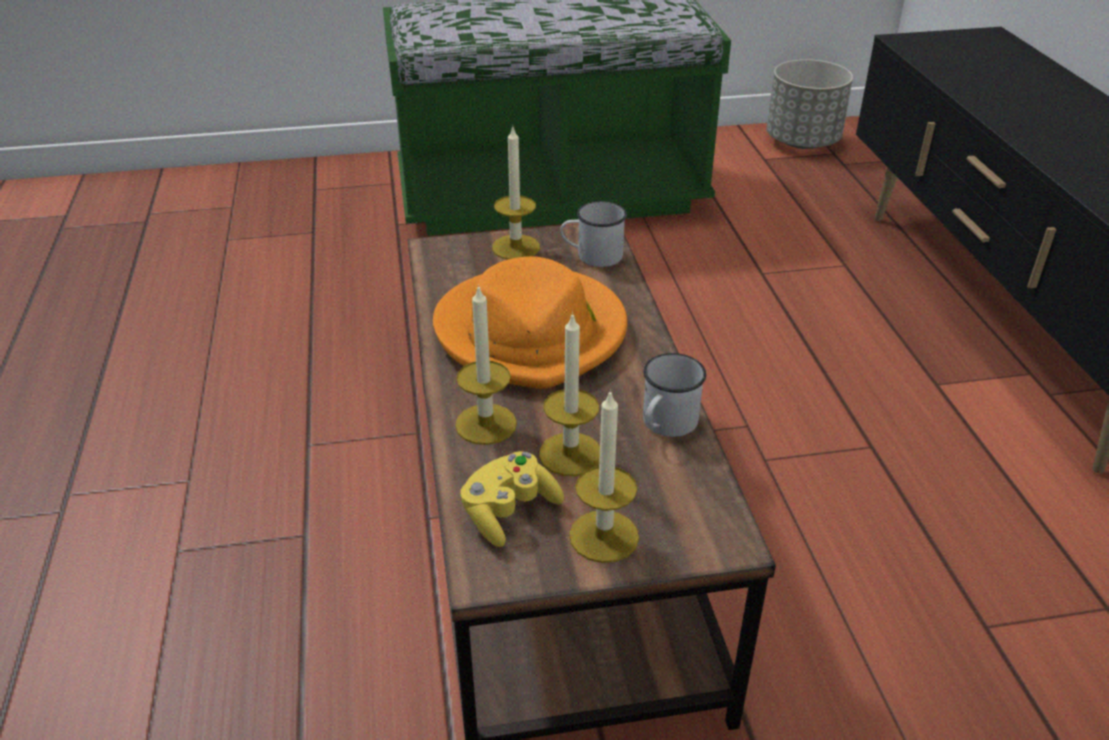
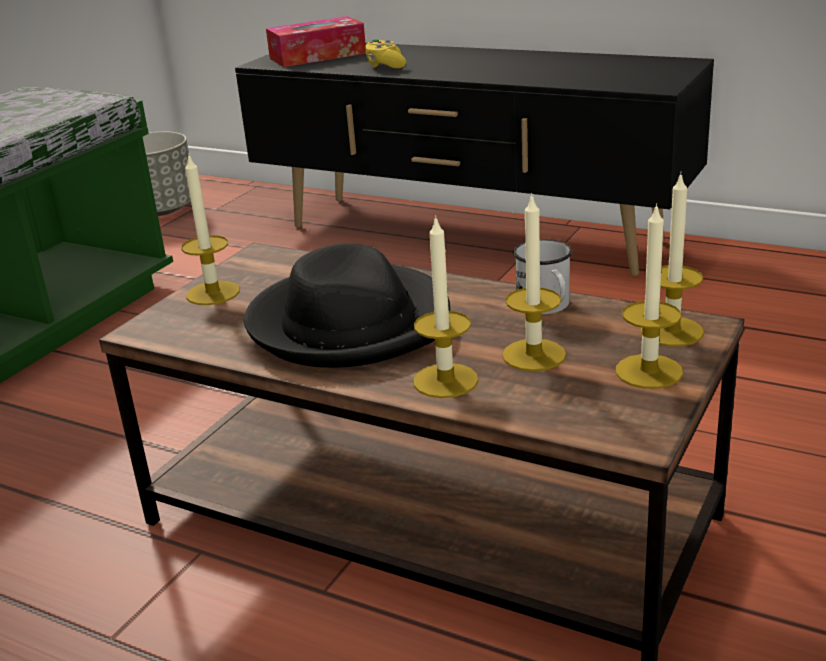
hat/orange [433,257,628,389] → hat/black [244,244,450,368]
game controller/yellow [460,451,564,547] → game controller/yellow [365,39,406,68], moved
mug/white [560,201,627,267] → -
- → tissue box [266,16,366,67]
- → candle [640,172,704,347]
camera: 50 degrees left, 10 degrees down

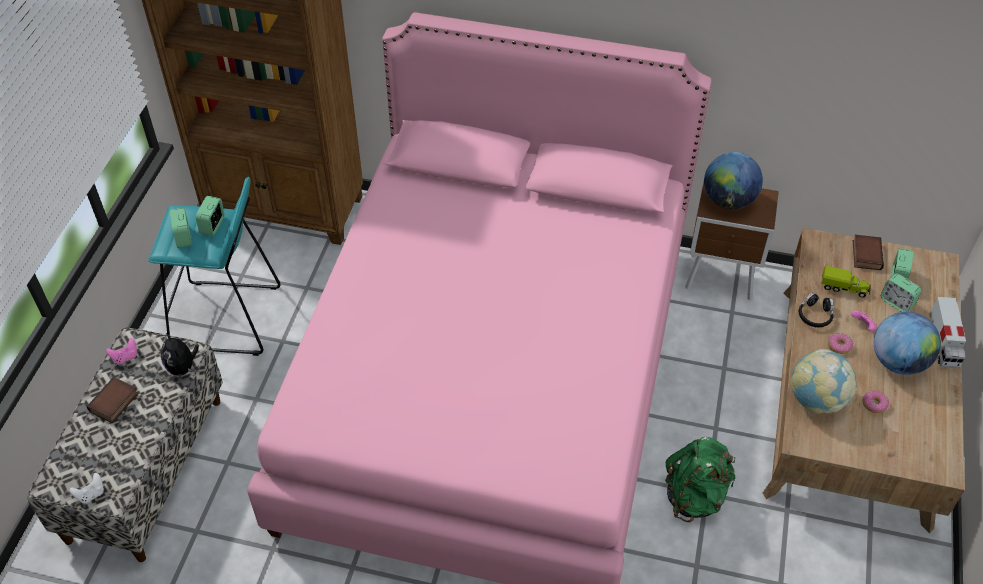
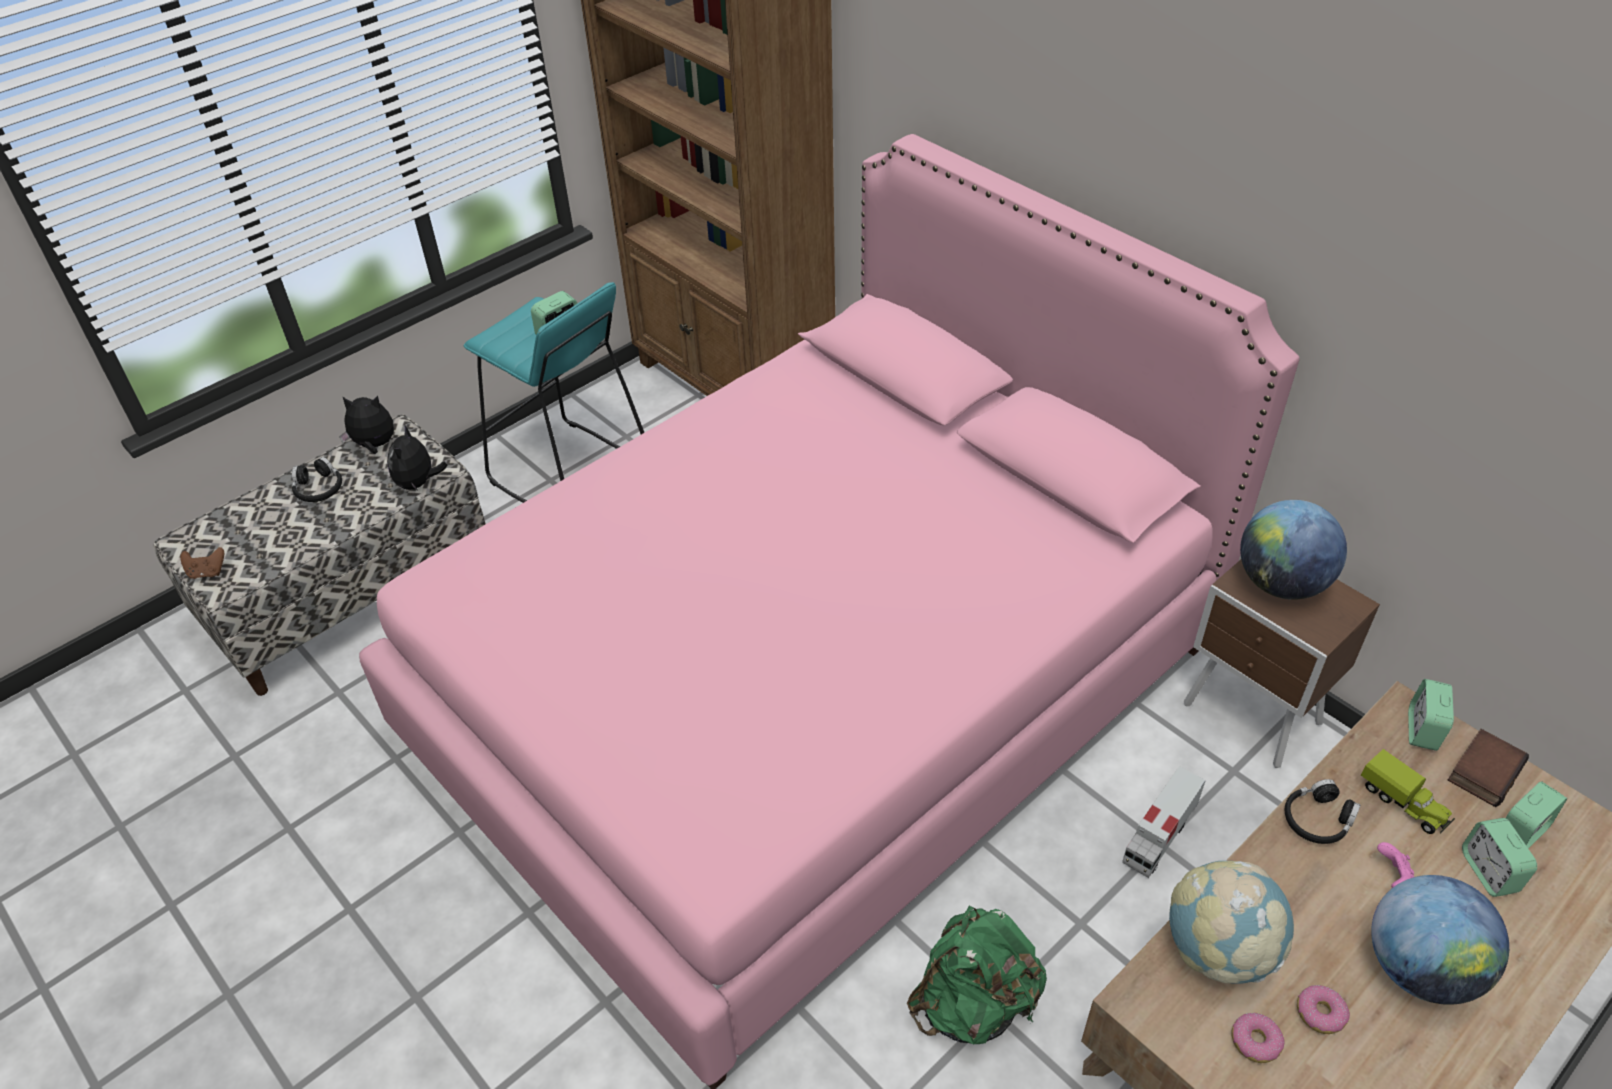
game controller/white [70,473,104,504] → game controller/brown [180,547,224,579]
book [87,377,138,423] → headphones/black [292,457,342,502]
game controller/pink [106,338,137,364] → plush toy [339,396,394,454]
alarm clock [170,208,192,248] → alarm clock [1408,679,1454,751], moved
donut [828,333,853,354] → donut [1232,1013,1285,1063], moved
toy truck [929,297,966,368] → toy truck [1122,766,1206,878], moved
camera: 35 degrees right, 5 degrees down

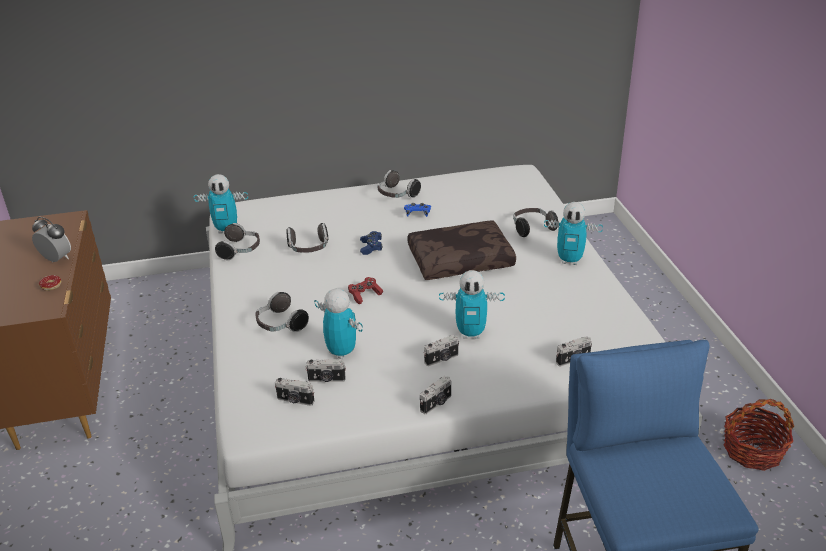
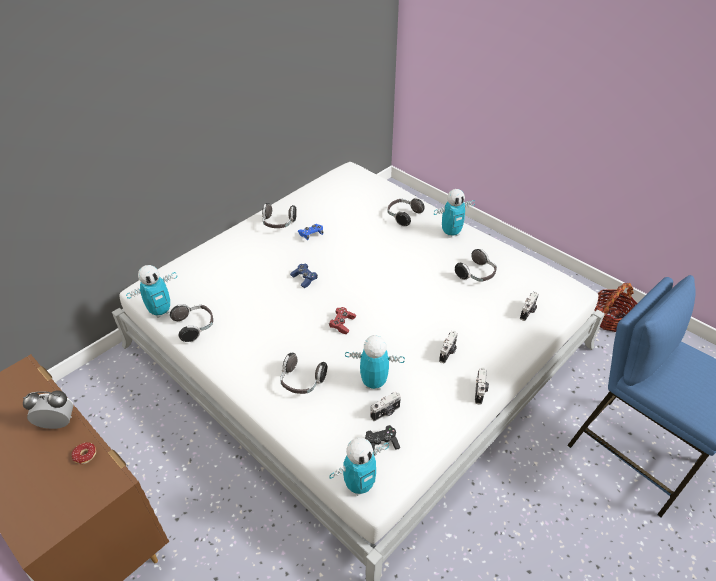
photo camera [275,378,315,406] → game controller/black [365,425,400,456]
headphones [286,223,328,253] → headphones [455,249,497,282], moved
pillow/brown [407,221,516,280] → -
toy robot [439,270,505,339] → toy robot [329,437,389,496], moved
camera: 35 degrees left, 10 degrees up

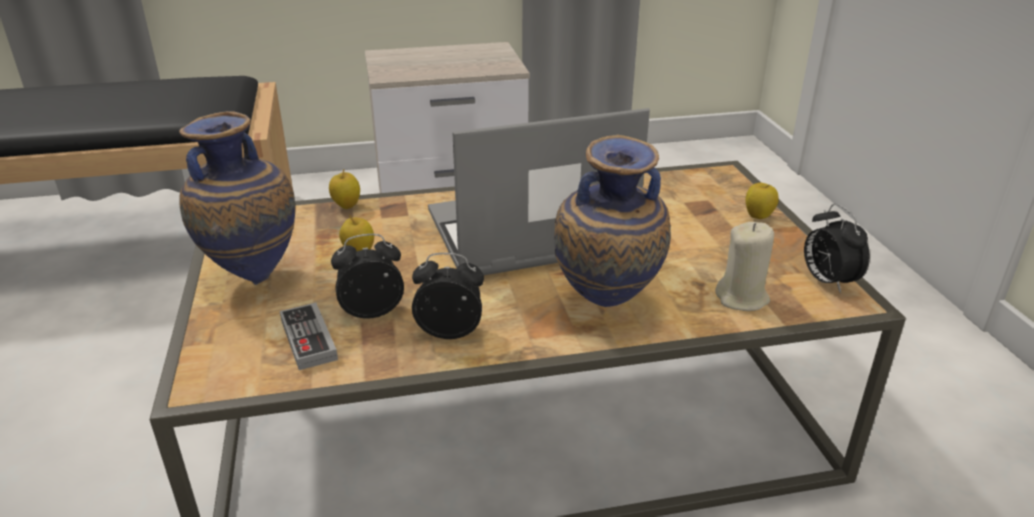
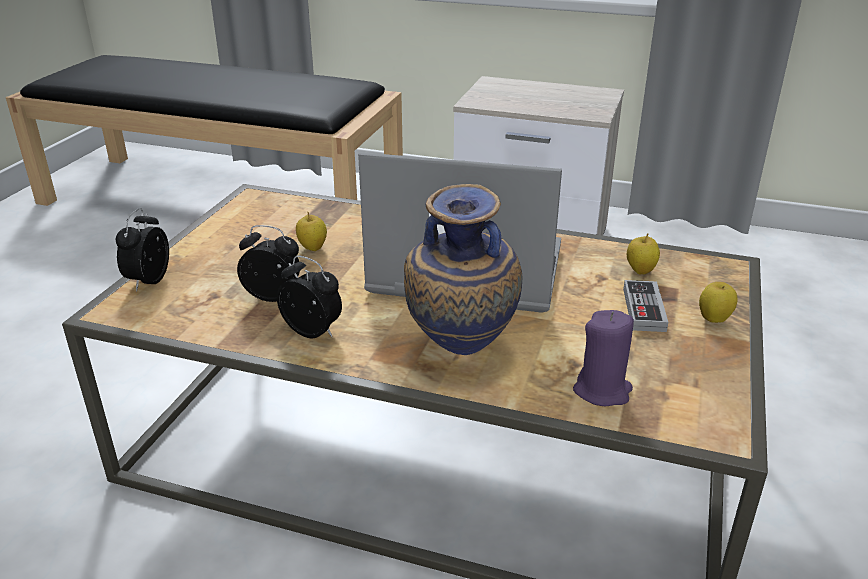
vase [179,111,295,285] → -
game controller [280,303,338,370] → game controller [623,280,668,332], moved
apple [329,169,360,209] → apple [627,233,660,274], moved
candle/beige [715,222,774,311] → candle/purple [573,310,634,407]
alarm clock [804,204,870,294] → alarm clock [115,208,169,291], moved
camera: 30 degrees right, 0 degrees up

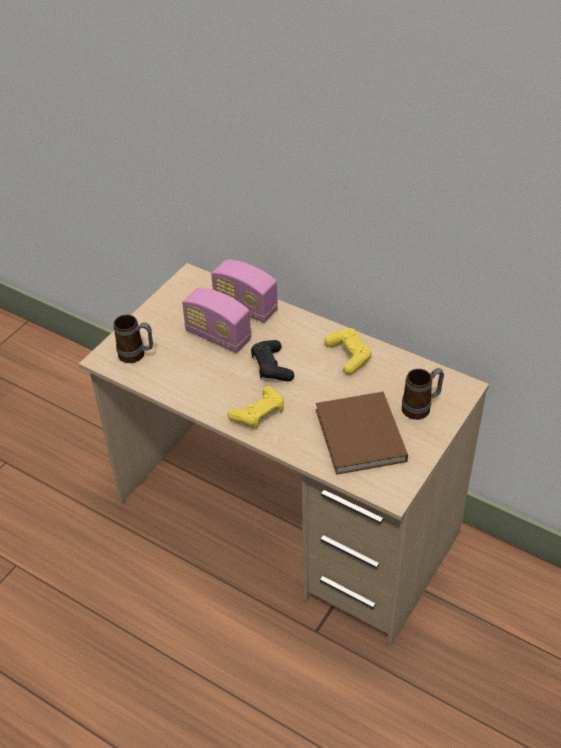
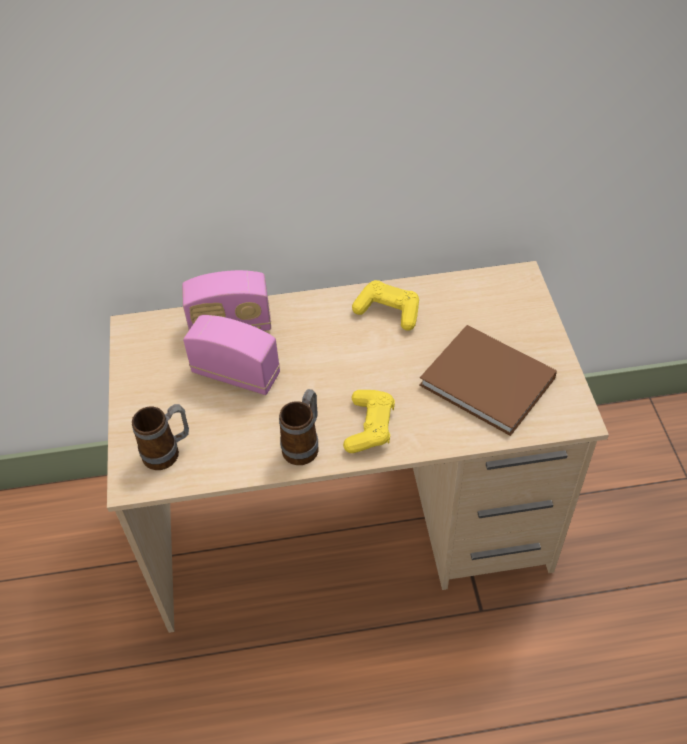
radio [182,287,251,353] → radio [183,315,280,395], 150 degrees counterclockwise
game controller/black [251,340,294,382] → -
mug [402,368,444,420] → mug [279,389,318,465], moved
camera: 40 degrees left, 5 degrees up

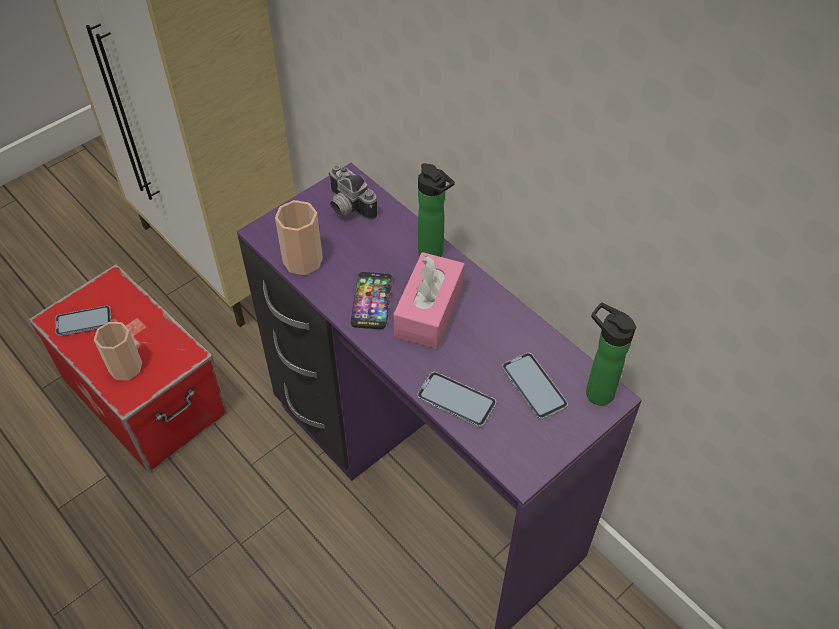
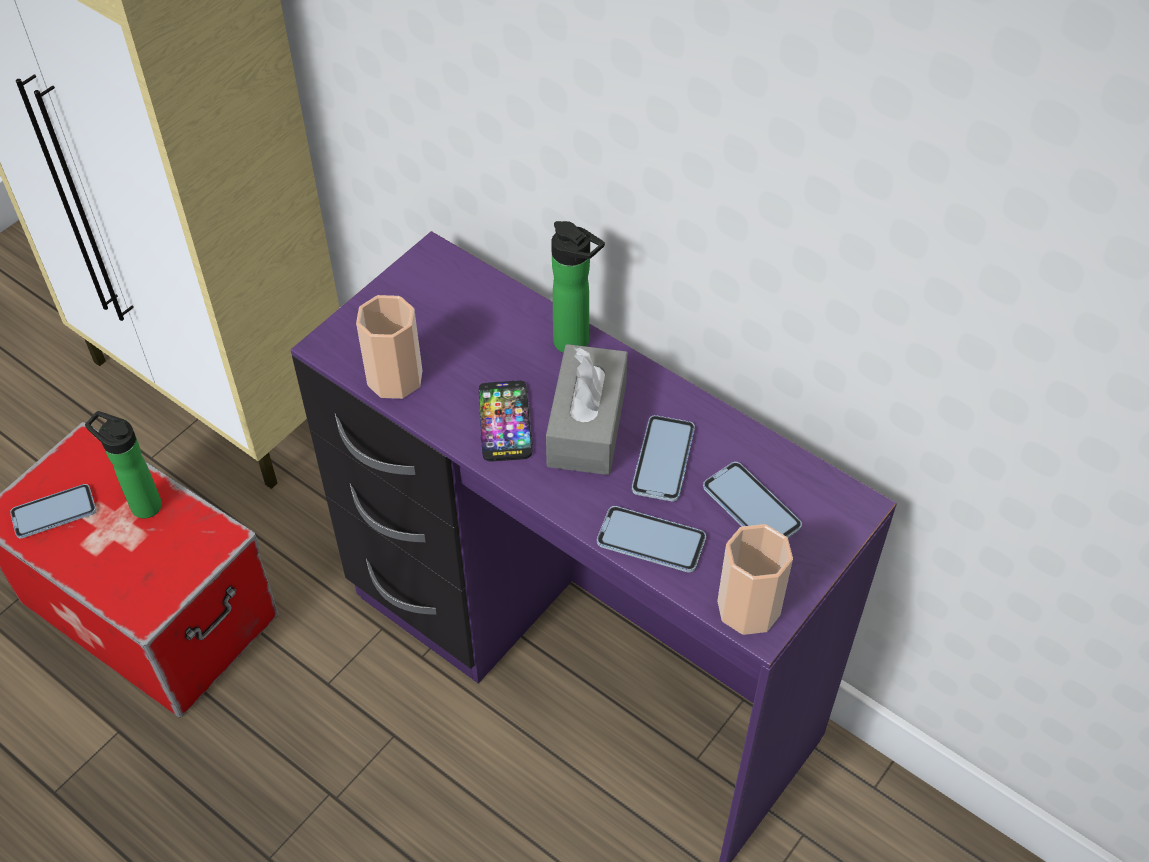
cup [94,322,142,380] → cup [717,524,793,635], moved
photo camera [328,164,378,221] → -
tissue box/pink [393,252,464,349] → tissue box/grey [546,344,628,475]
bottle [586,302,636,406] → bottle [85,411,162,519], moved
- → phone [632,415,695,502]
camera: 10 degrees left, 0 degrees up

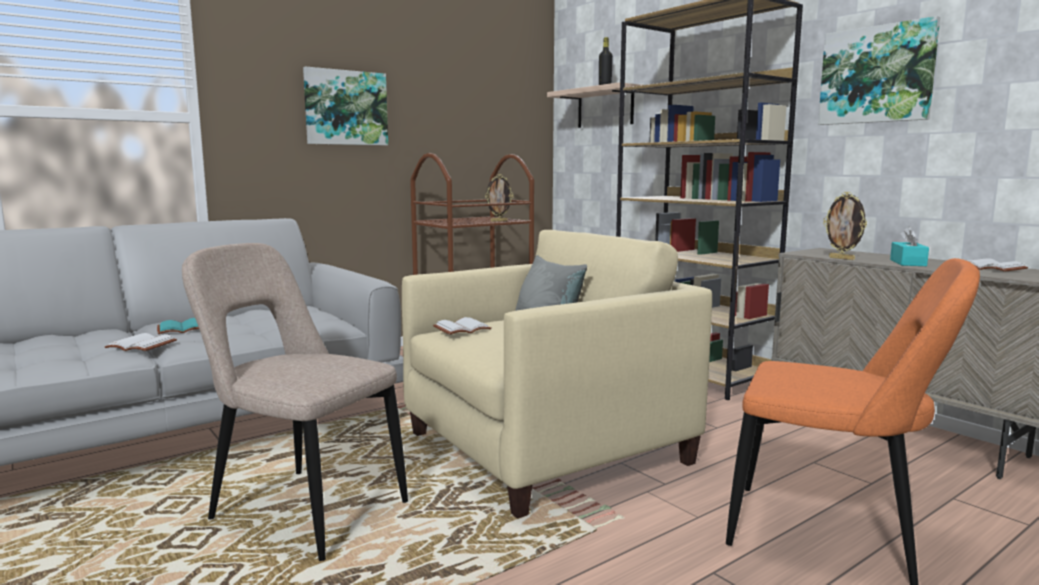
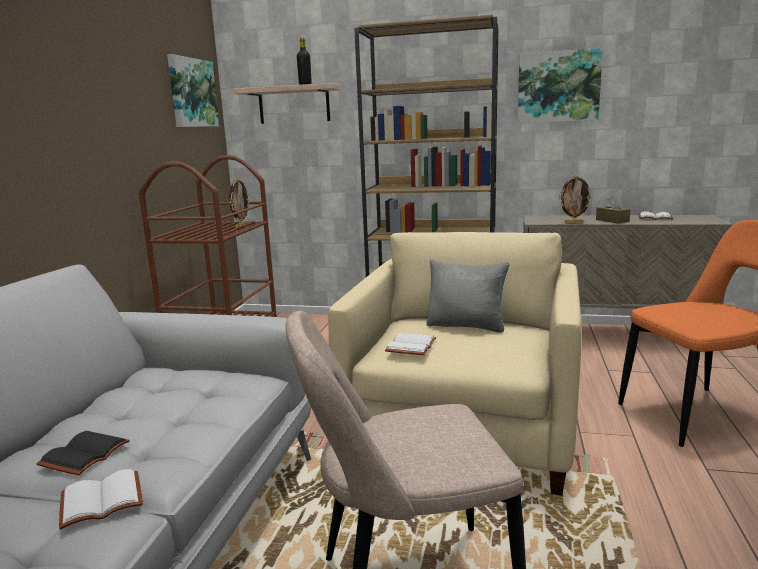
book/turquoise [157,318,199,334] → book/black [36,431,130,476]
picture [303,66,388,146] → picture [167,54,220,127], moved
tissue box/turquoise [890,226,929,266] → tissue box/brown [596,196,630,223]
camera: 40 degrees left, 5 degrees up

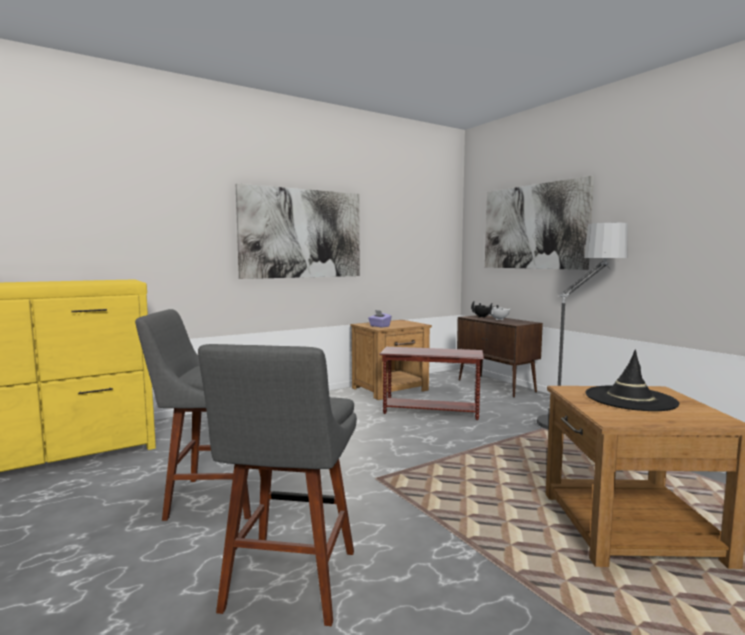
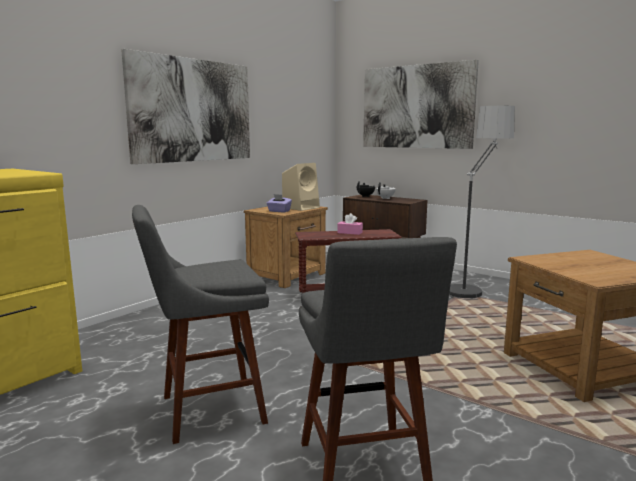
hat/black [586,350,679,411] → -
- → speaker/beige [282,163,320,211]
- → tissue box/pink [337,213,363,235]
camera: 20 degrees left, 5 degrees up

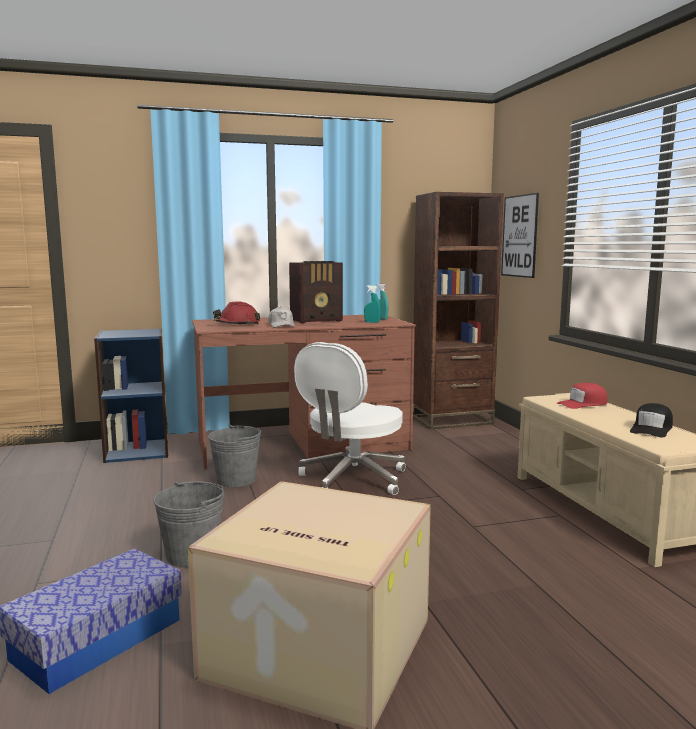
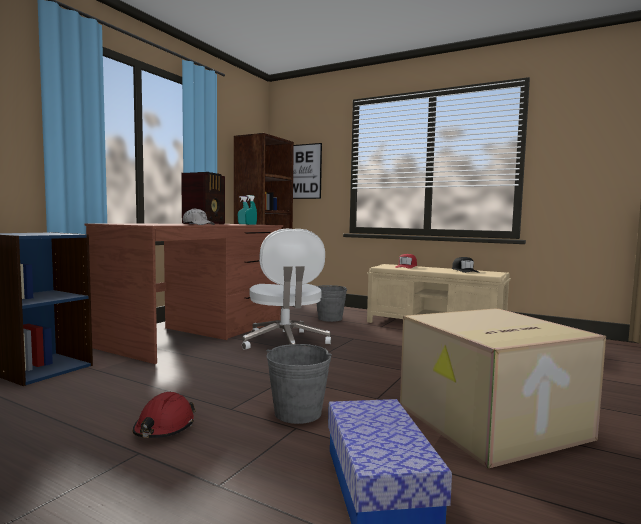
bucket/grey [208,425,262,487] → bucket/grey [316,285,347,322], moved
hard hat/red [213,301,260,325] → hard hat/red [133,392,196,438], moved
camera: 45 degrees left, 5 degrees down

